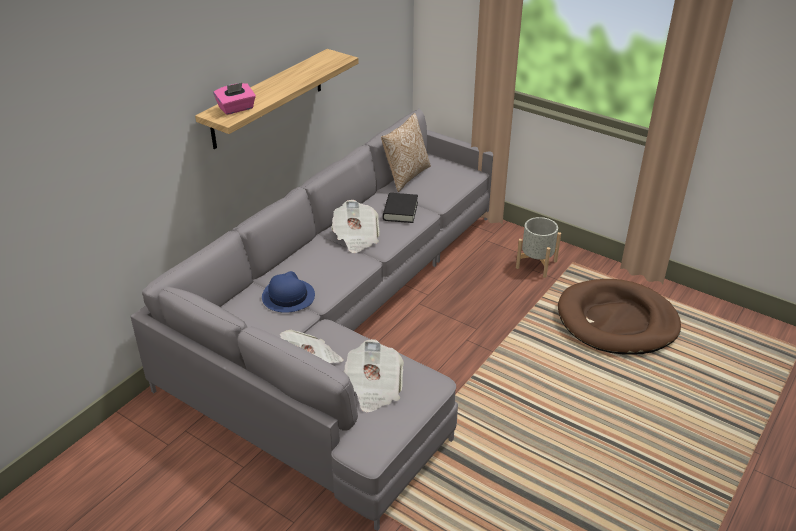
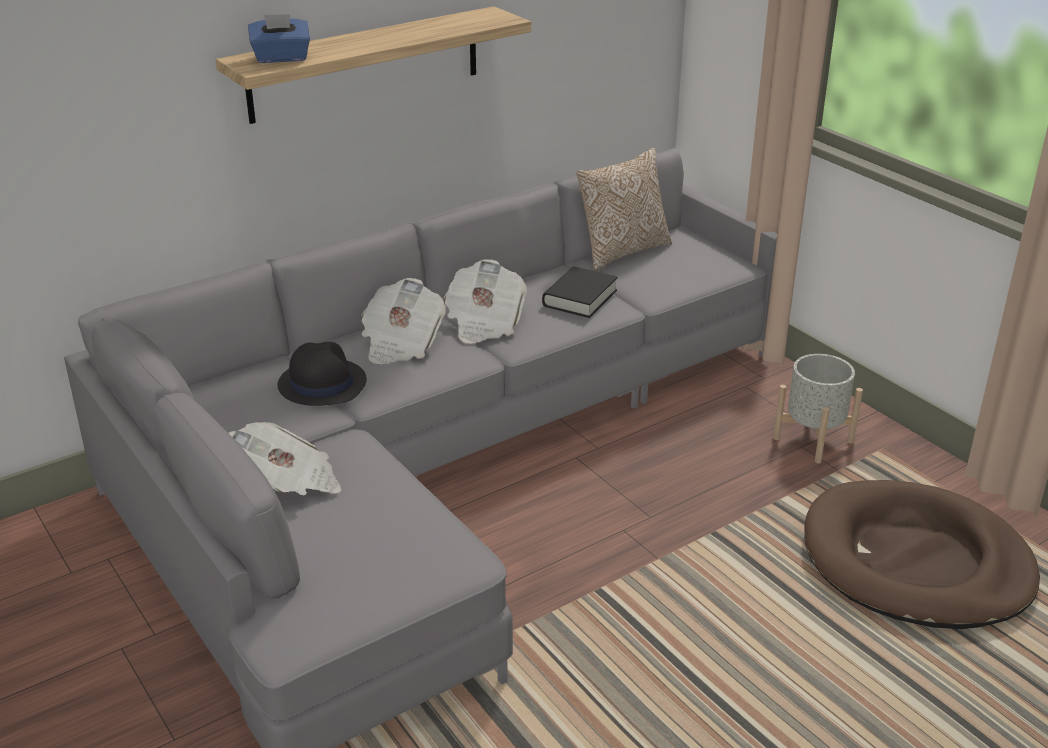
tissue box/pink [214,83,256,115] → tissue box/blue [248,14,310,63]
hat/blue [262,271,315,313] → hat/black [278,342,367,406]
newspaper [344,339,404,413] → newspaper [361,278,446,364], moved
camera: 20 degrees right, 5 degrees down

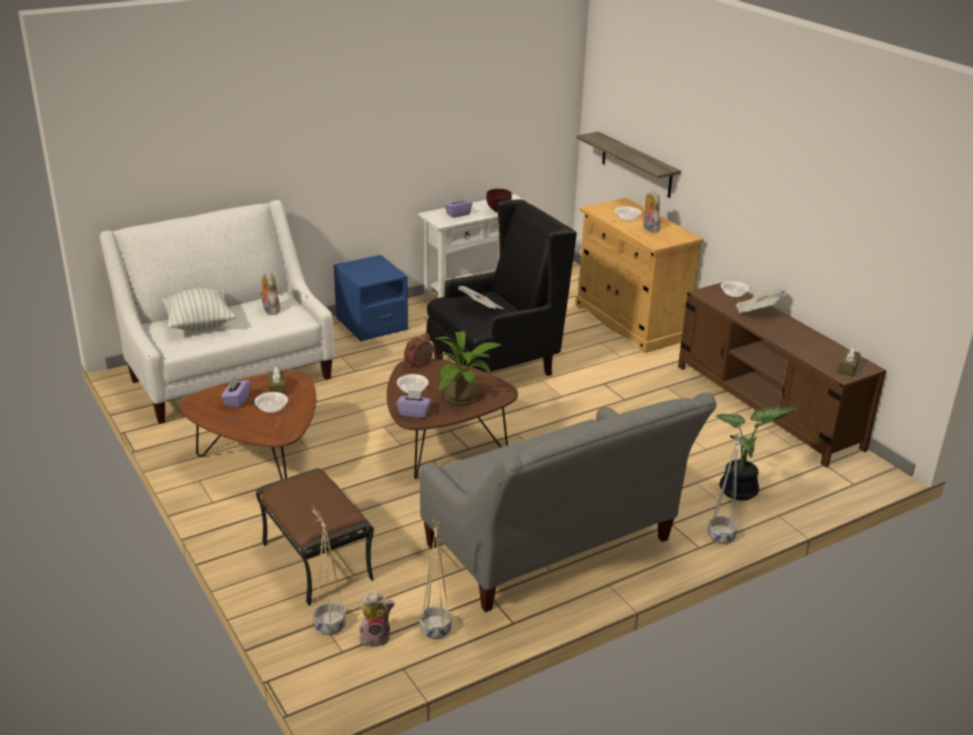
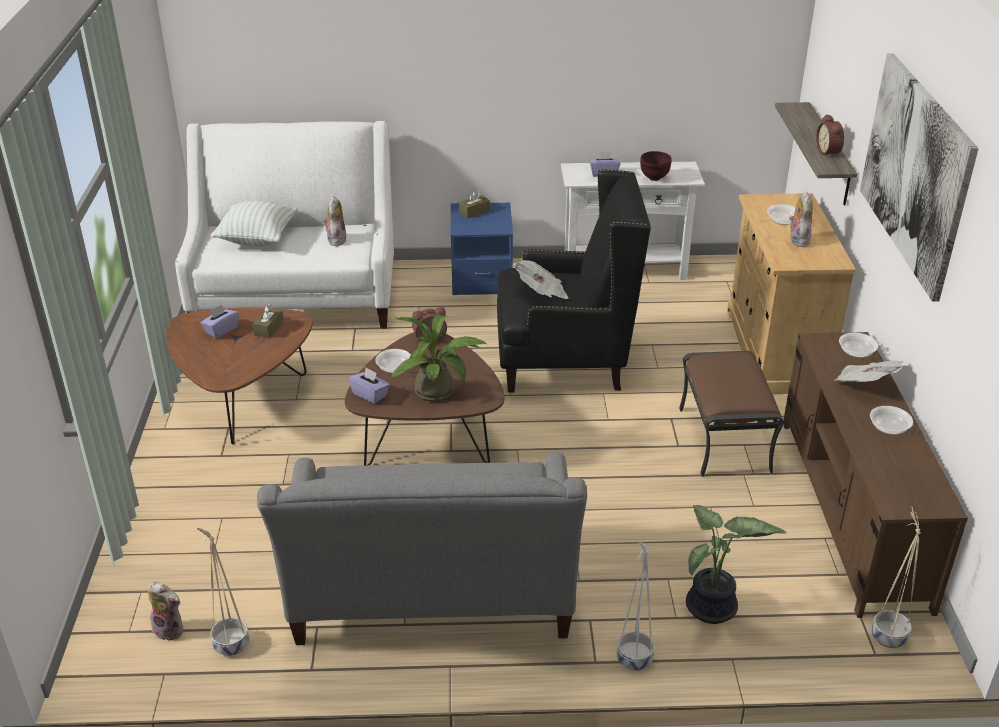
bowl [255,392,288,413] → bowl [870,406,913,435], moved
ottoman/brown [256,468,374,606] → ottoman/brown [679,351,784,477], moved
planter/beige [313,507,346,635] → planter/beige [871,507,921,648], moved
tissue box/brown [838,346,860,377] → tissue box/brown [459,191,490,218], moved
- → alarm clock [816,114,844,158]
- → picture [860,53,979,302]
camera: 30 degrees right, 5 degrees up

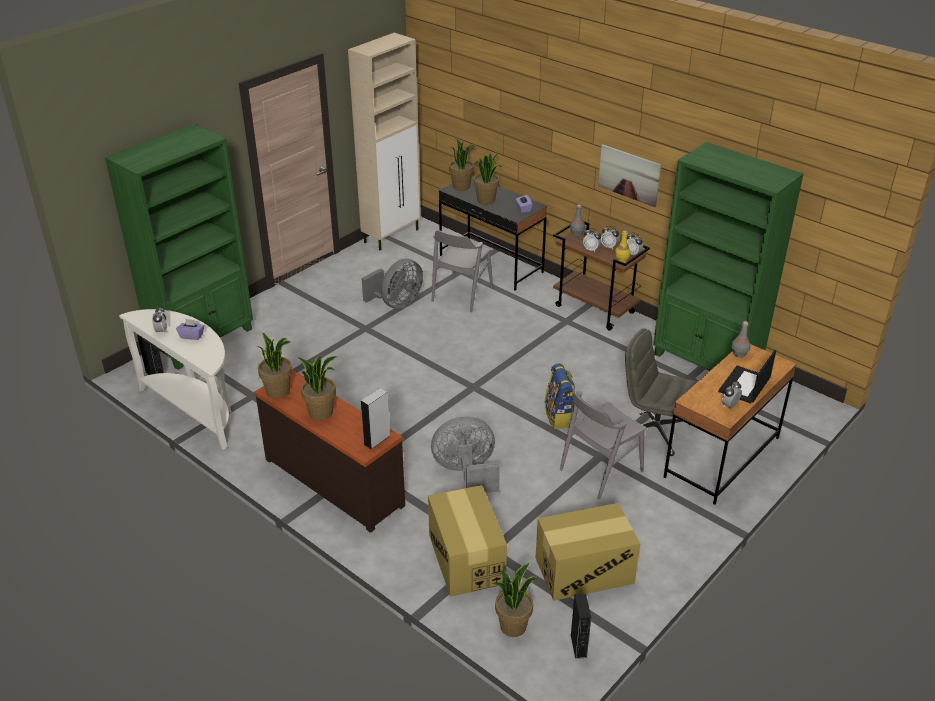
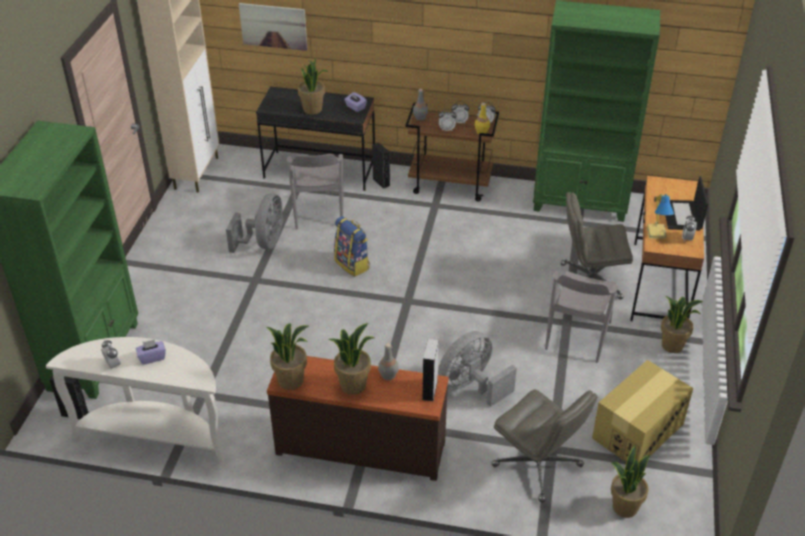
cardboard box [428,485,507,597] → office chair/grey [492,390,597,502]
potted plant [449,138,475,191] → potted plant [661,296,703,353], moved
backpack [545,364,575,429] → backpack [334,216,370,277], moved
speaker/black [570,594,591,659] → speaker/black [372,142,390,189], moved
picture [598,145,661,207] → picture [239,3,308,51], moved
bottle/grey [732,321,750,358] → bottle/grey [378,343,399,380], moved
- → table lamp [647,194,674,239]
camera: 30 degrees left, 5 degrees up

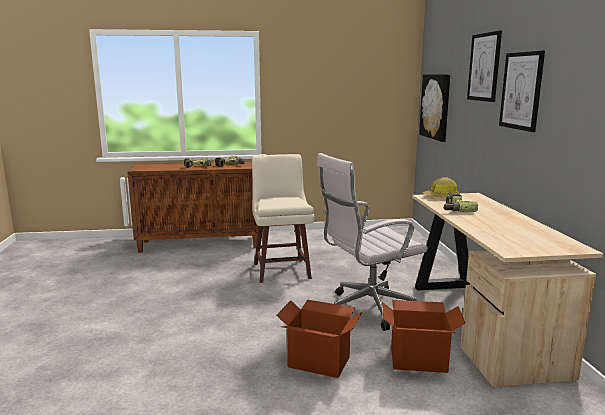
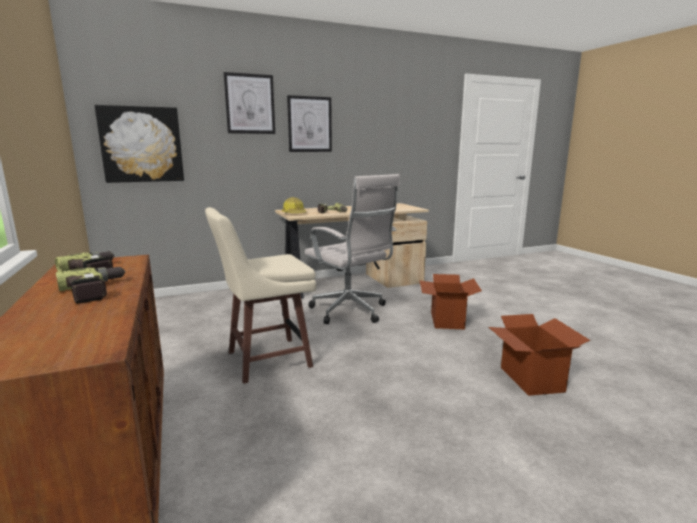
cardboard box [382,300,465,373] → cardboard box [489,314,590,396], moved
camera: 105 degrees left, 0 degrees up

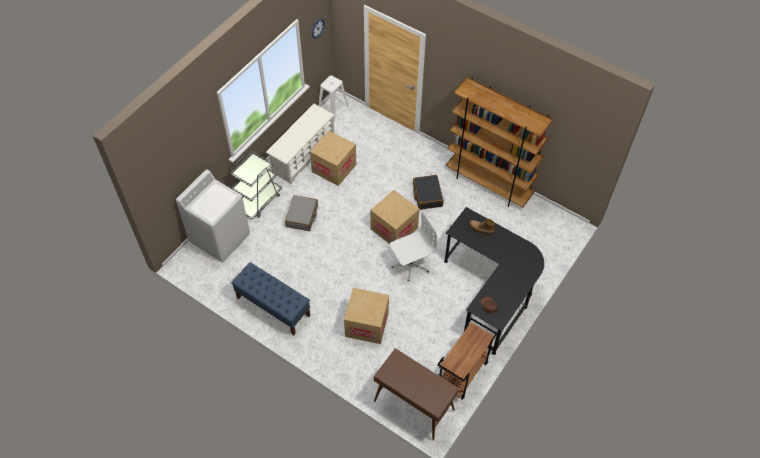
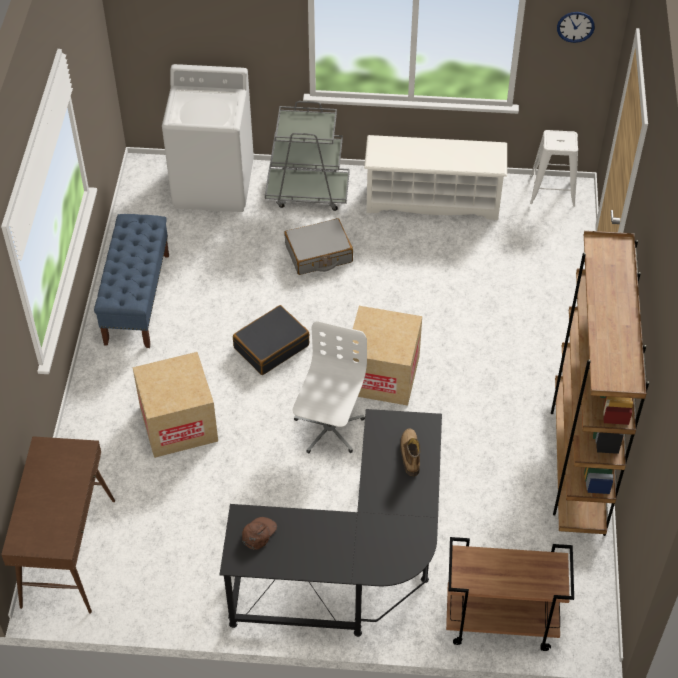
cardboard box [310,131,356,186] → -
office chair/white [390,212,437,281] → office chair/white [292,321,367,453], 105 degrees counterclockwise
suitcase/black [413,175,444,210] → suitcase/black [233,305,310,375], moved
cart/brown [437,318,497,400] → cart/brown [446,537,574,651], moved
camera: 60 degrees right, 5 degrees down

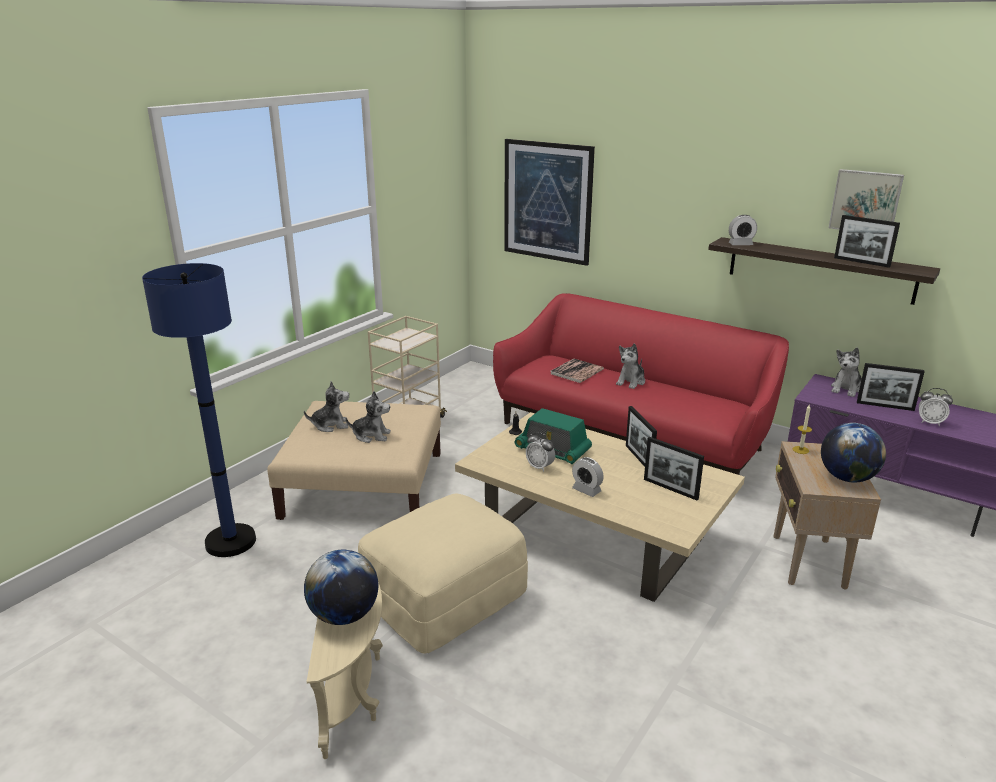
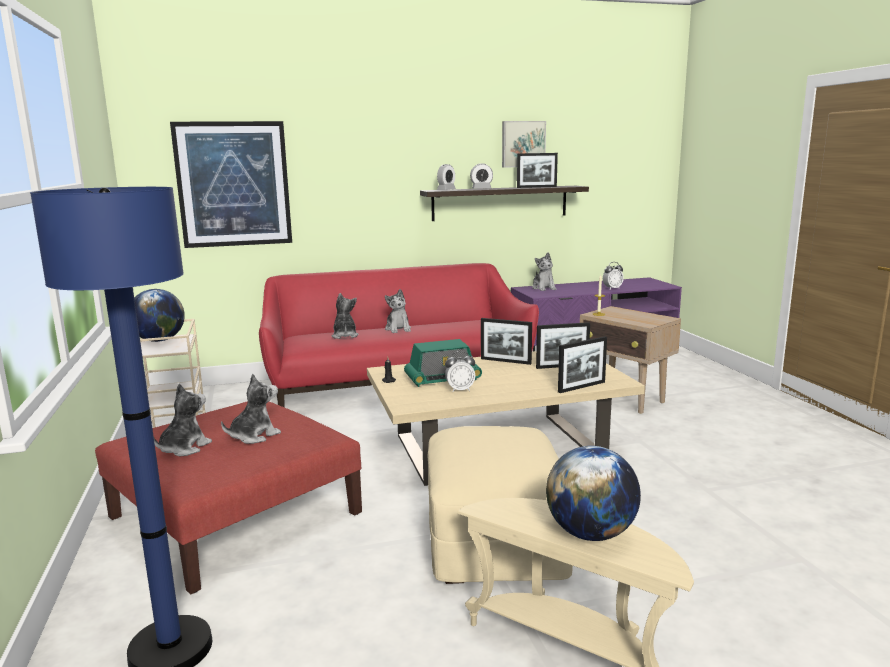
ottoman/beige [267,401,441,520] → ottoman/red [95,401,362,594]
book [551,359,604,383] → plush toy [331,293,359,339]
alarm clock [572,457,604,497] → alarm clock [470,163,493,189], moved
globe [821,423,886,483] → globe [134,289,185,342], moved
picture frame [857,363,925,411] → picture frame [558,336,607,393], moved
camera: 50 degrees left, 10 degrees down

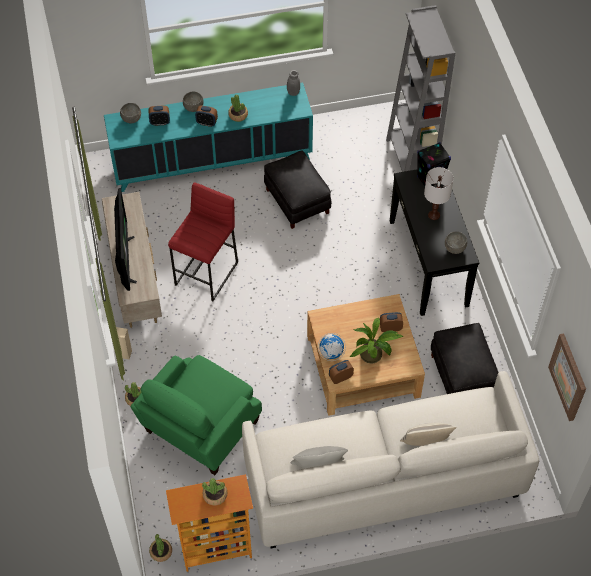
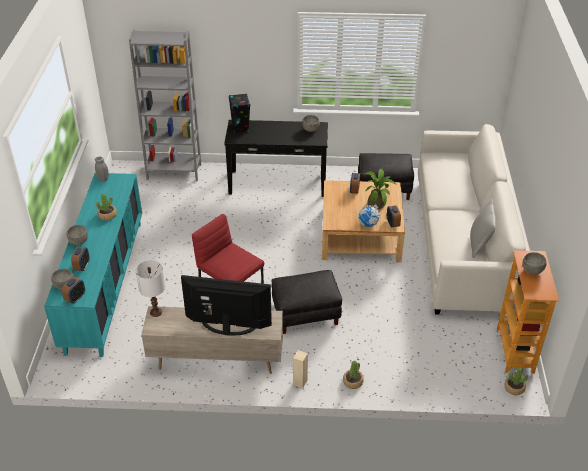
armchair/green [131,355,262,475] → -
alarm clock [195,105,218,127] → alarm clock [62,277,85,304], moved
potted plant [202,478,227,505] → bowl/grey [522,252,546,275]
ottoman/black [264,151,331,229] → ottoman/black [272,270,342,334], moved
pillow [400,423,457,446] → -
table lamp/white [424,167,453,220] → table lamp/white [135,260,166,317], moved
picture [548,333,586,421] → -
camera: 75 degrees left, 15 degrees down

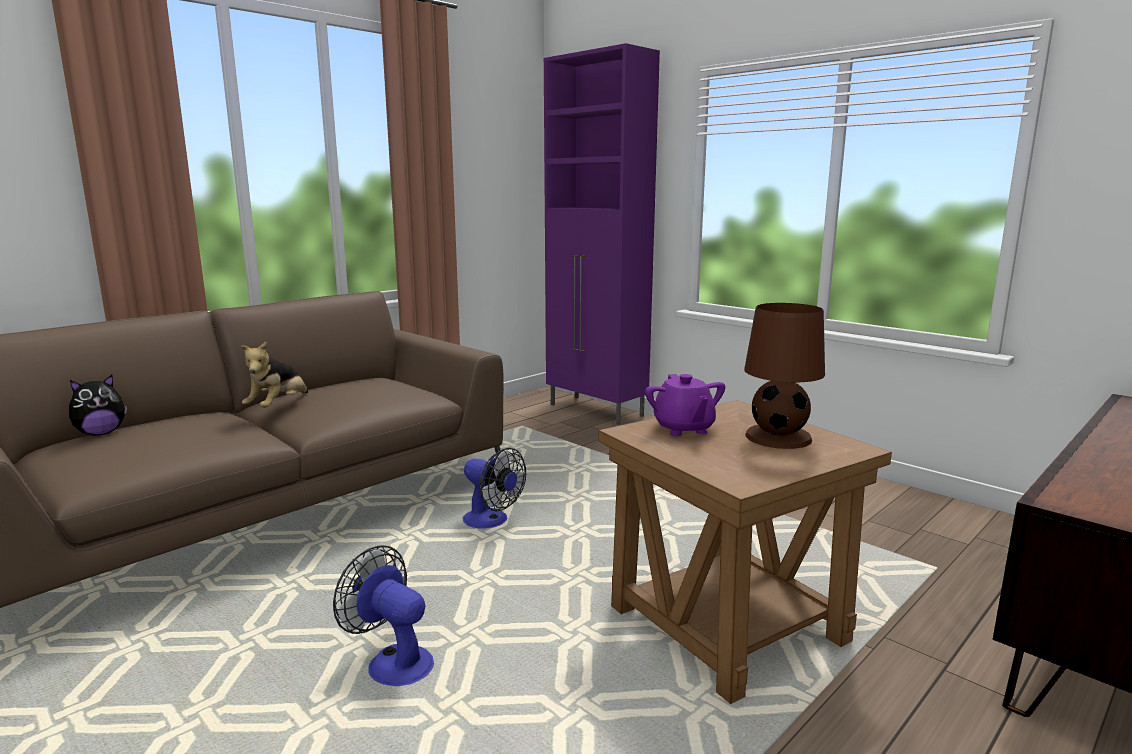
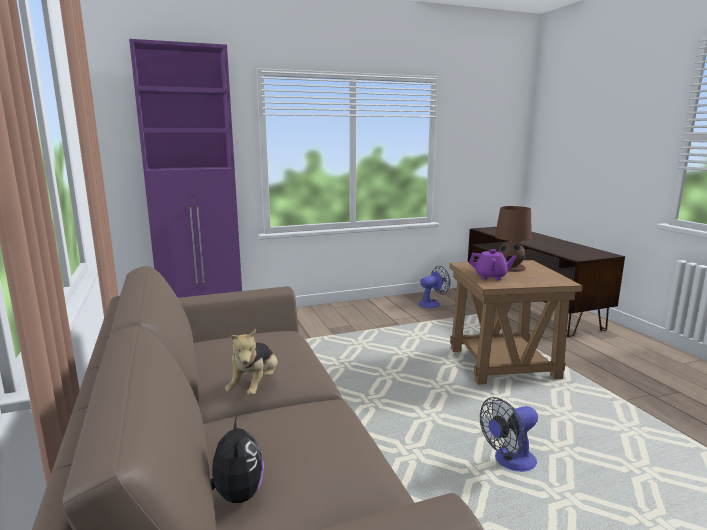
plush toy [241,342,308,408] → plush toy [225,329,278,396], 60 degrees clockwise
fan [462,448,526,529] → fan [418,266,450,308], moved
camera: 65 degrees left, 0 degrees up

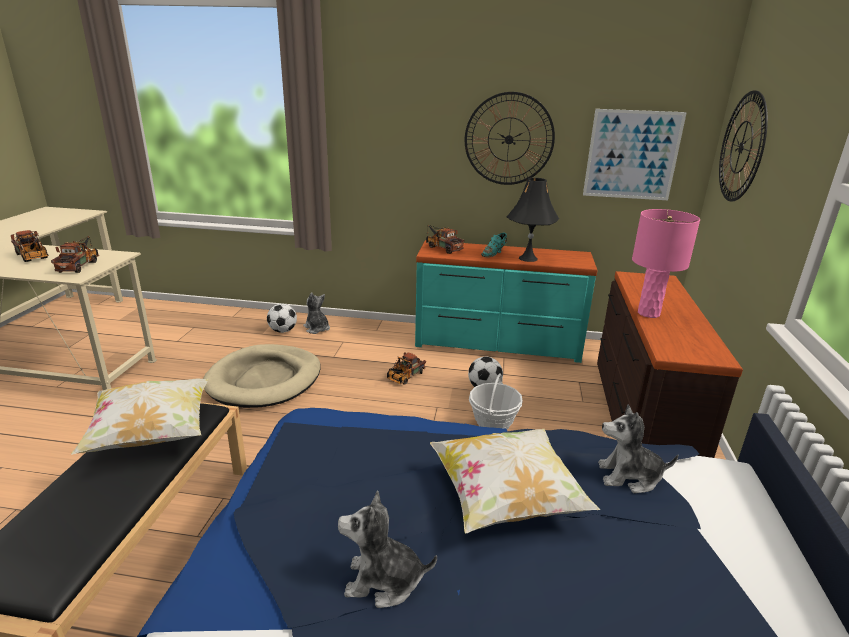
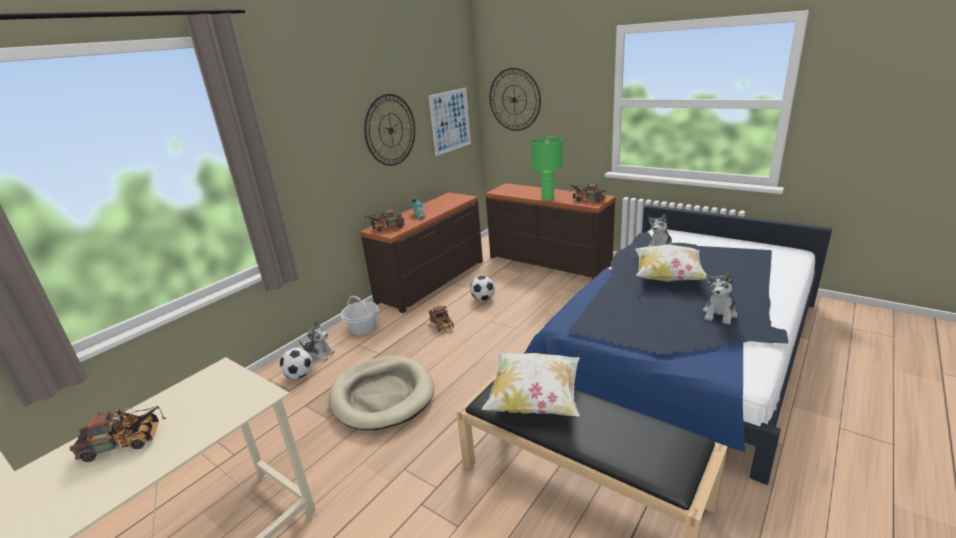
toy truck [51,236,99,273] → toy truck [569,183,606,203], moved
plush toy [303,292,330,334] → plush toy [299,321,335,362], 150 degrees counterclockwise
dresser/turquoise [415,240,598,363] → dresser/brown [360,192,483,313]
basket [469,373,523,429] → basket [341,296,379,335], moved
table lamp/black [507,178,559,262] → -
table lamp/pink [632,209,700,318] → table lamp/green [531,137,563,200]
camera: 60 degrees left, 0 degrees up

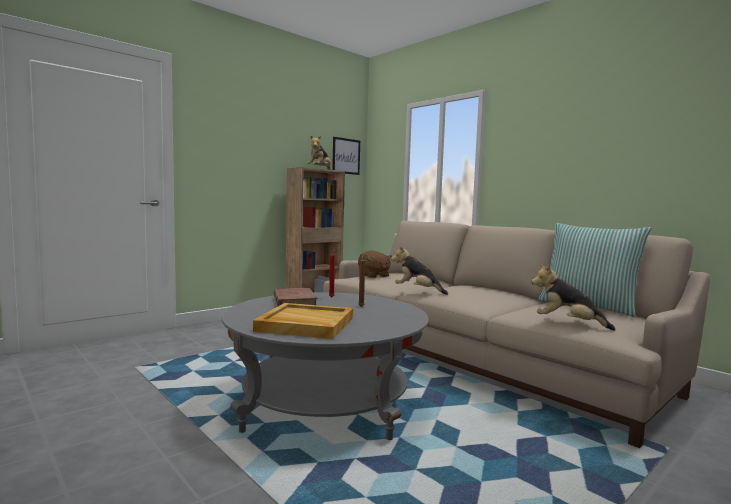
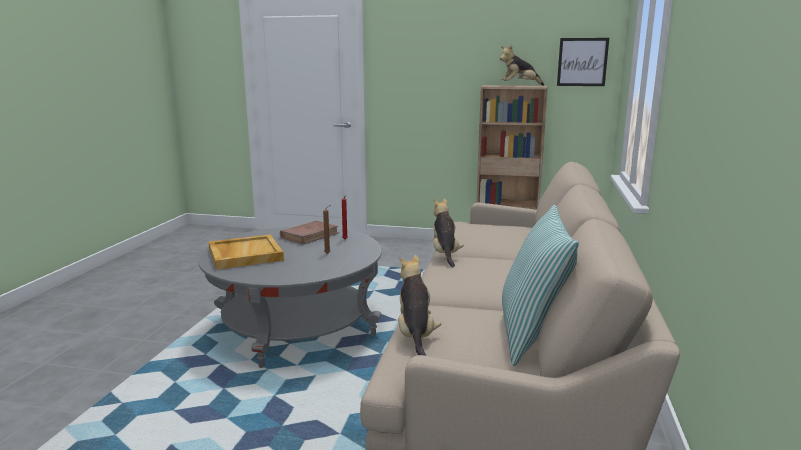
plush toy/brown [358,250,392,278] → -
camera: 55 degrees right, 10 degrees up

